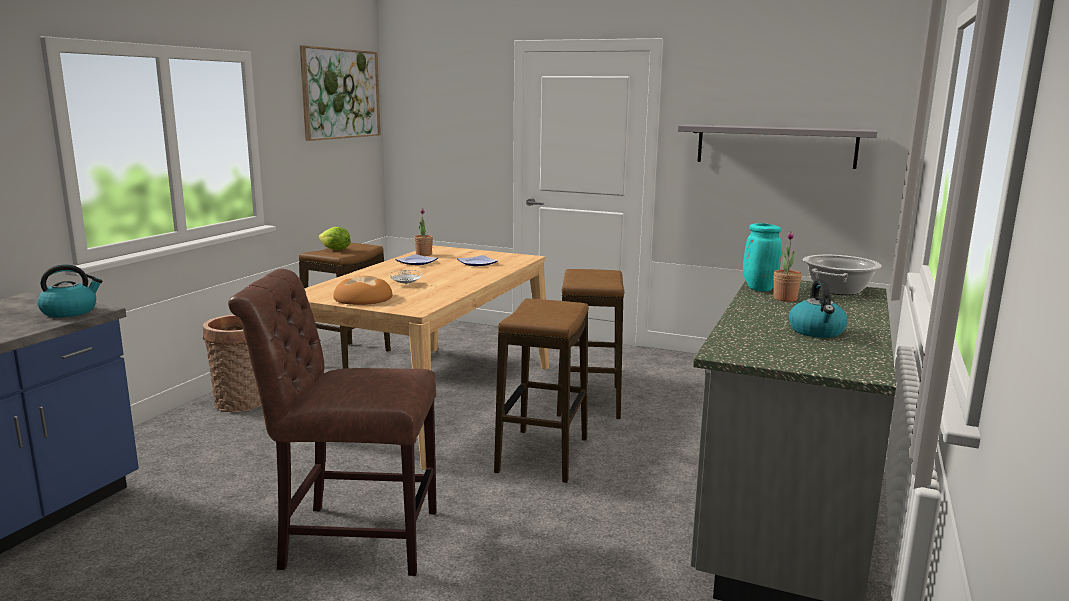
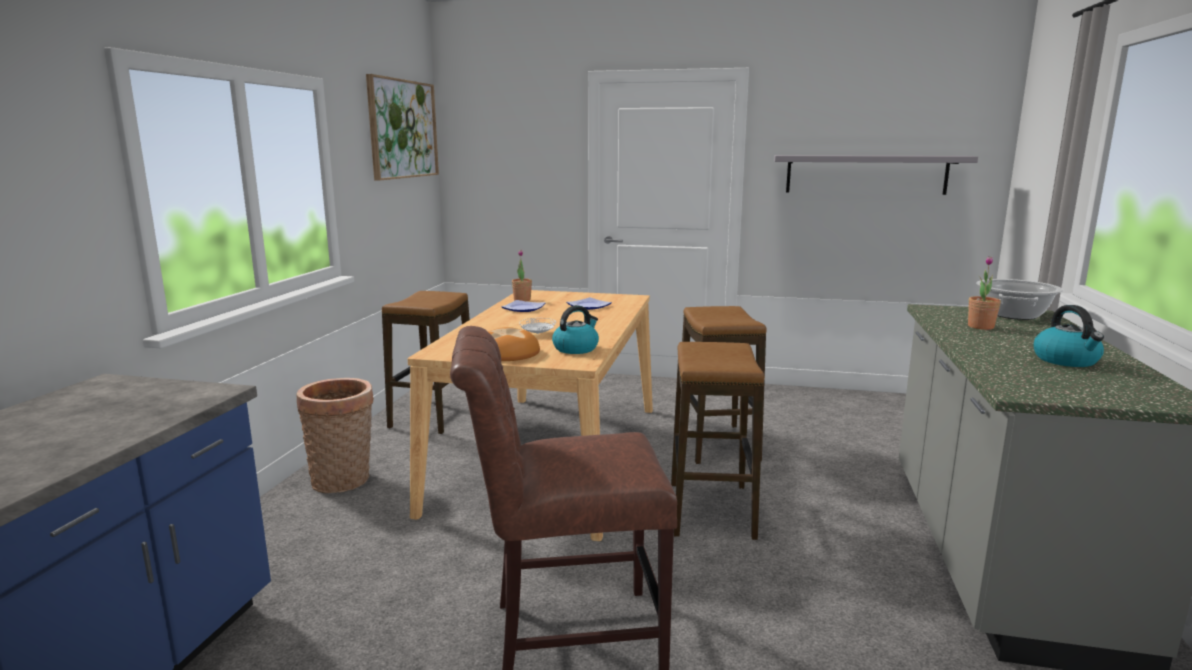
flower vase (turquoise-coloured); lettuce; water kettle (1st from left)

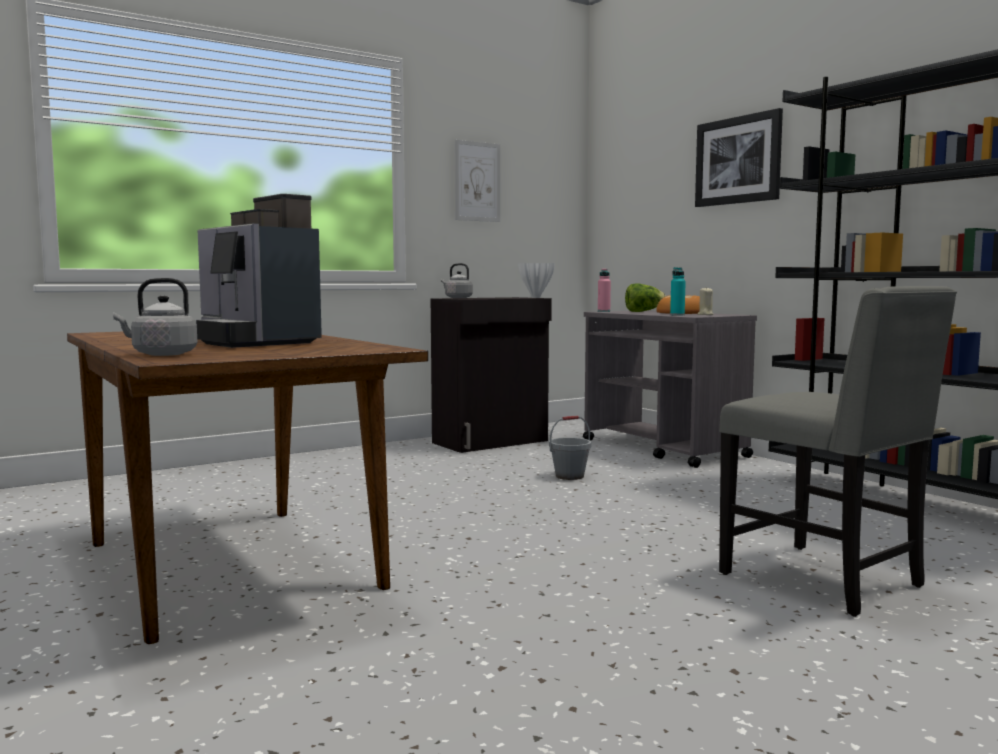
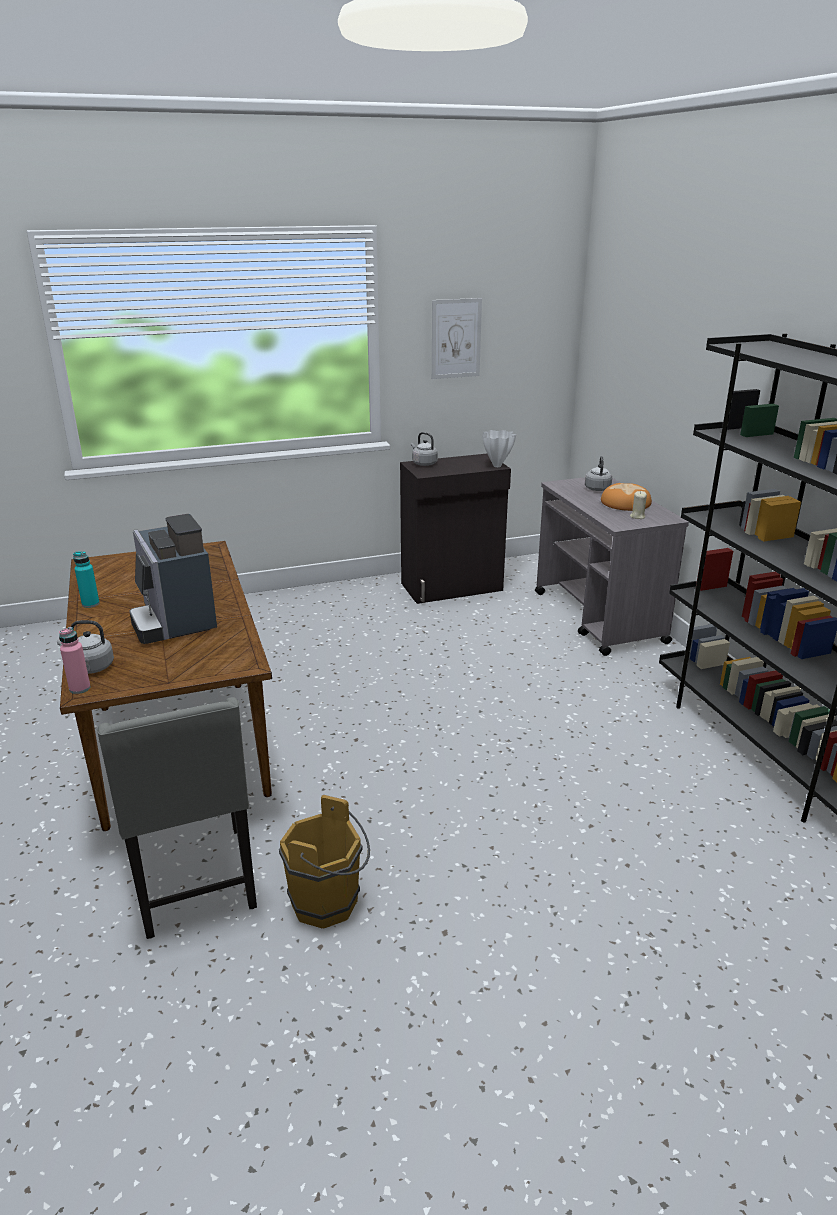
wall picture (2nd from left in the first image); beverage bottle (turquoise-coloured); beverage bottle (pinkish); water kettle (greyish) (3rd from left); chair (greyish); water bucket (greyish); water bucket (brown-coloured)

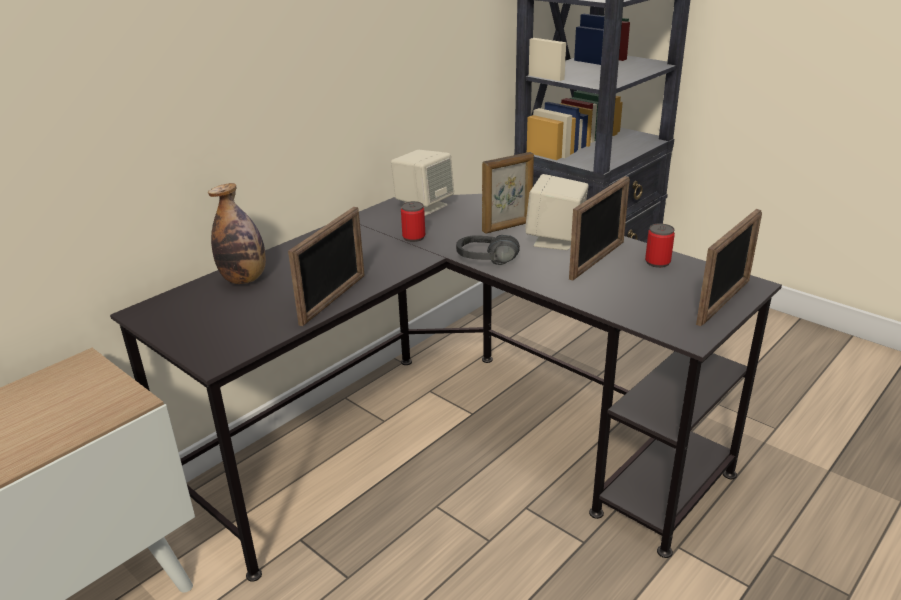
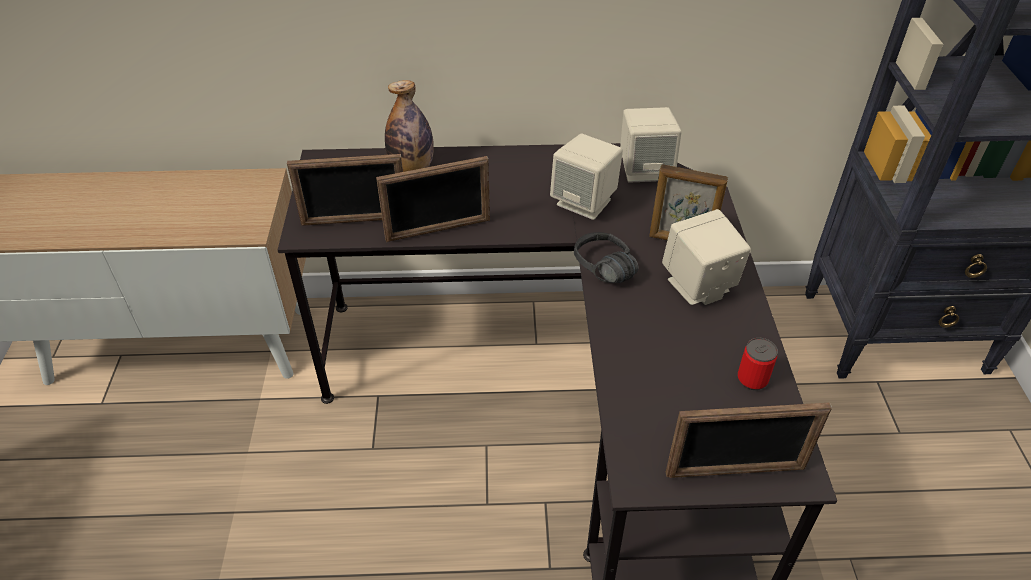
photo frame (1st from left); audio speaker (beige-coloured) (1st from left)

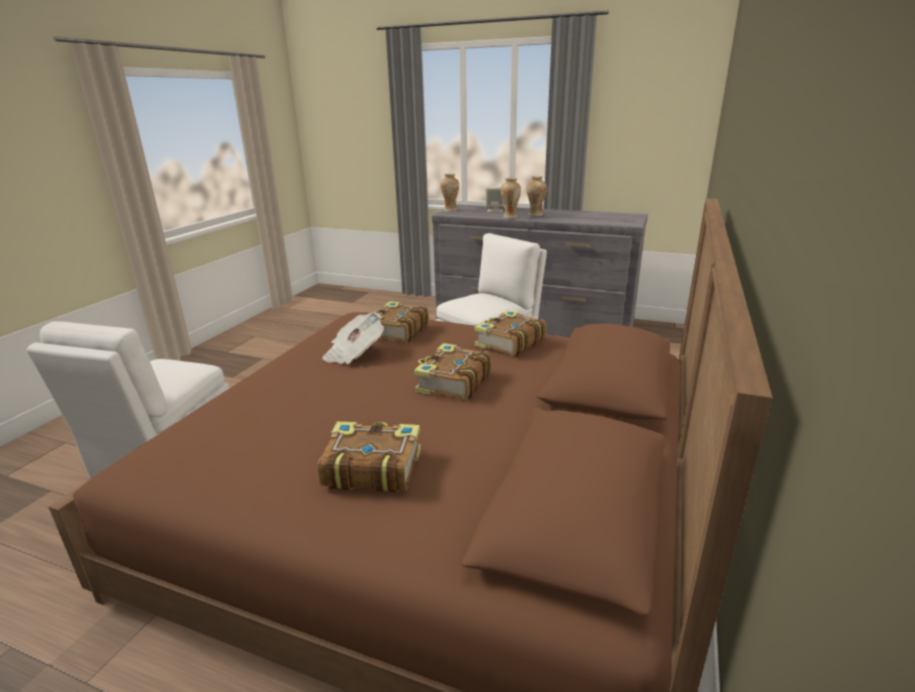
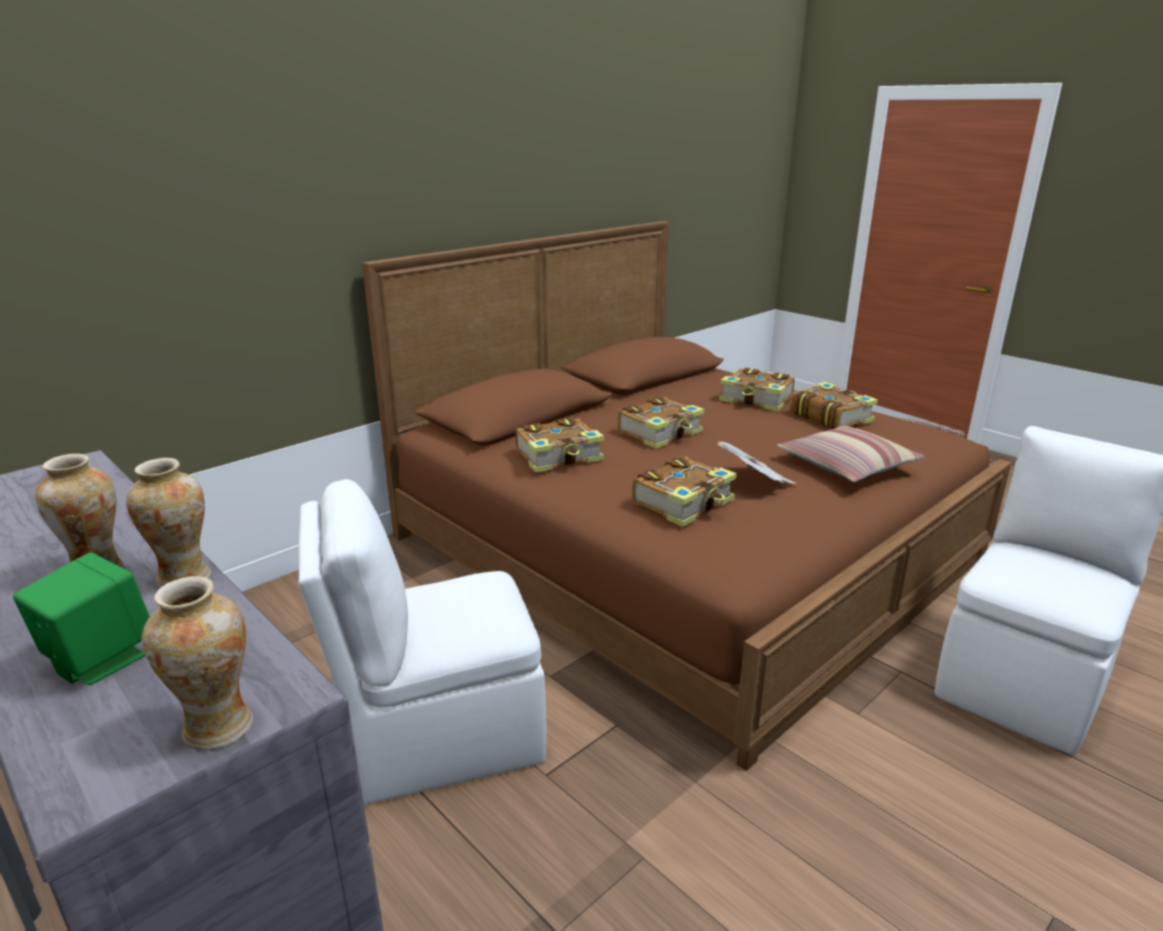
audio speaker (green); book (5th from left); pillow

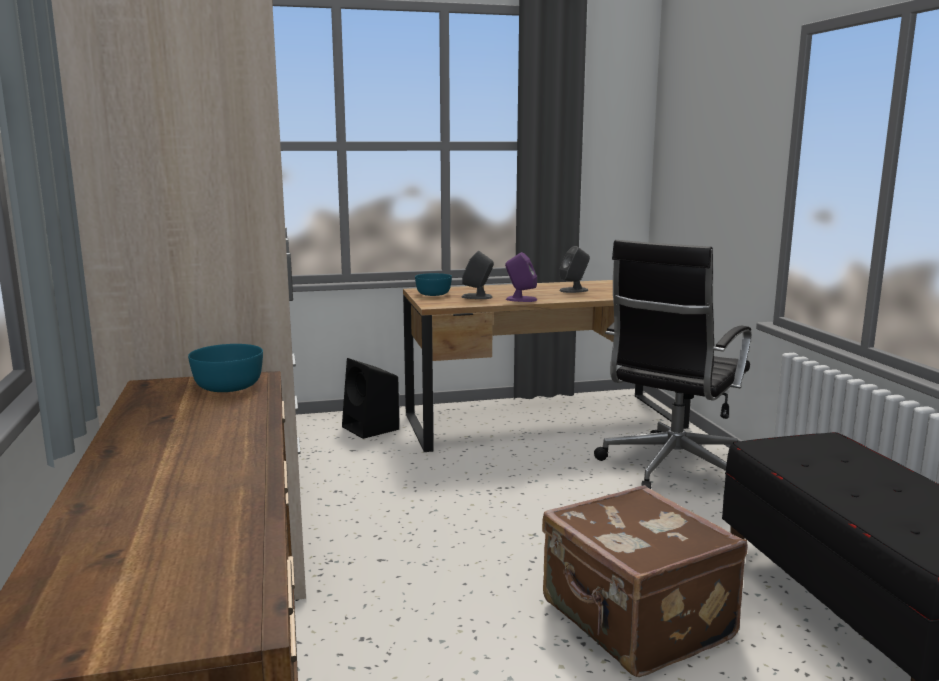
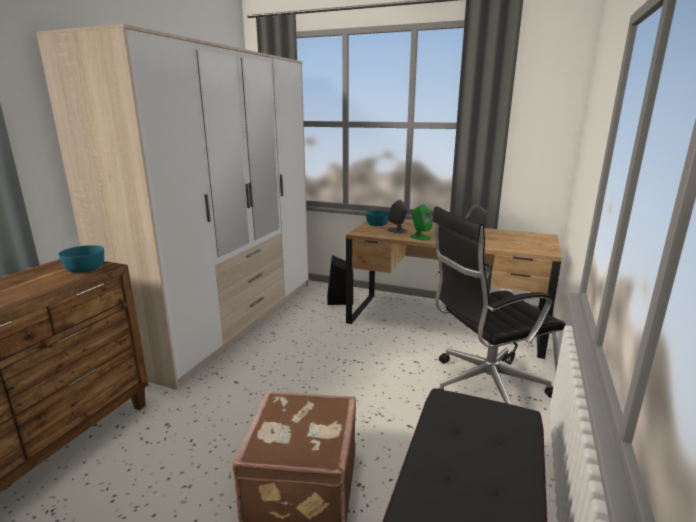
audio speaker (green)

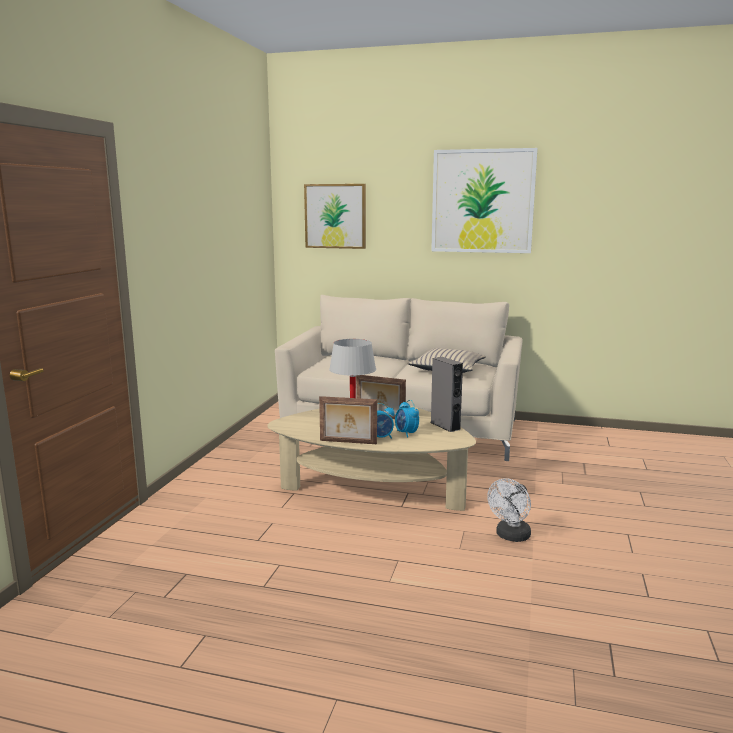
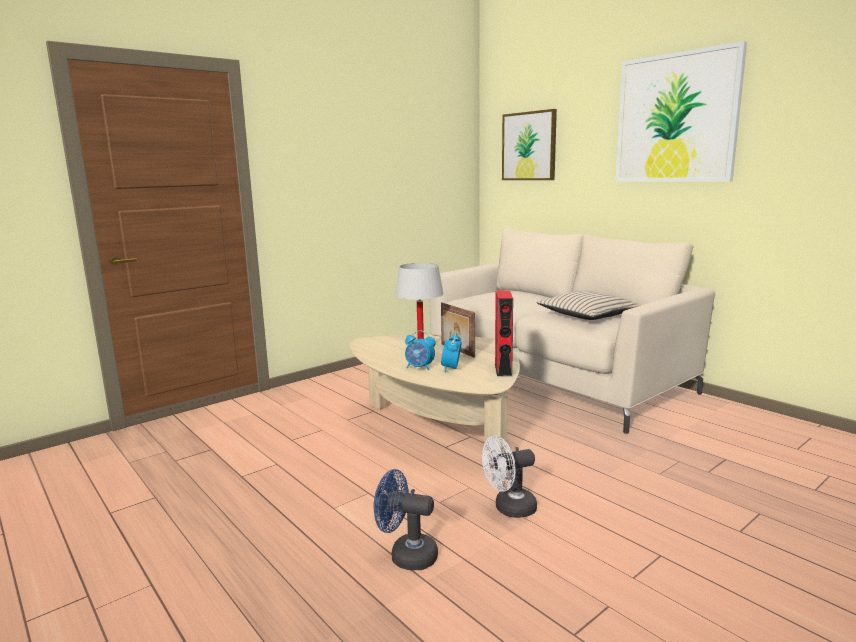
audio speaker (red-coloured); photo frame (1st from left in the first image); fan (blue-coloured)

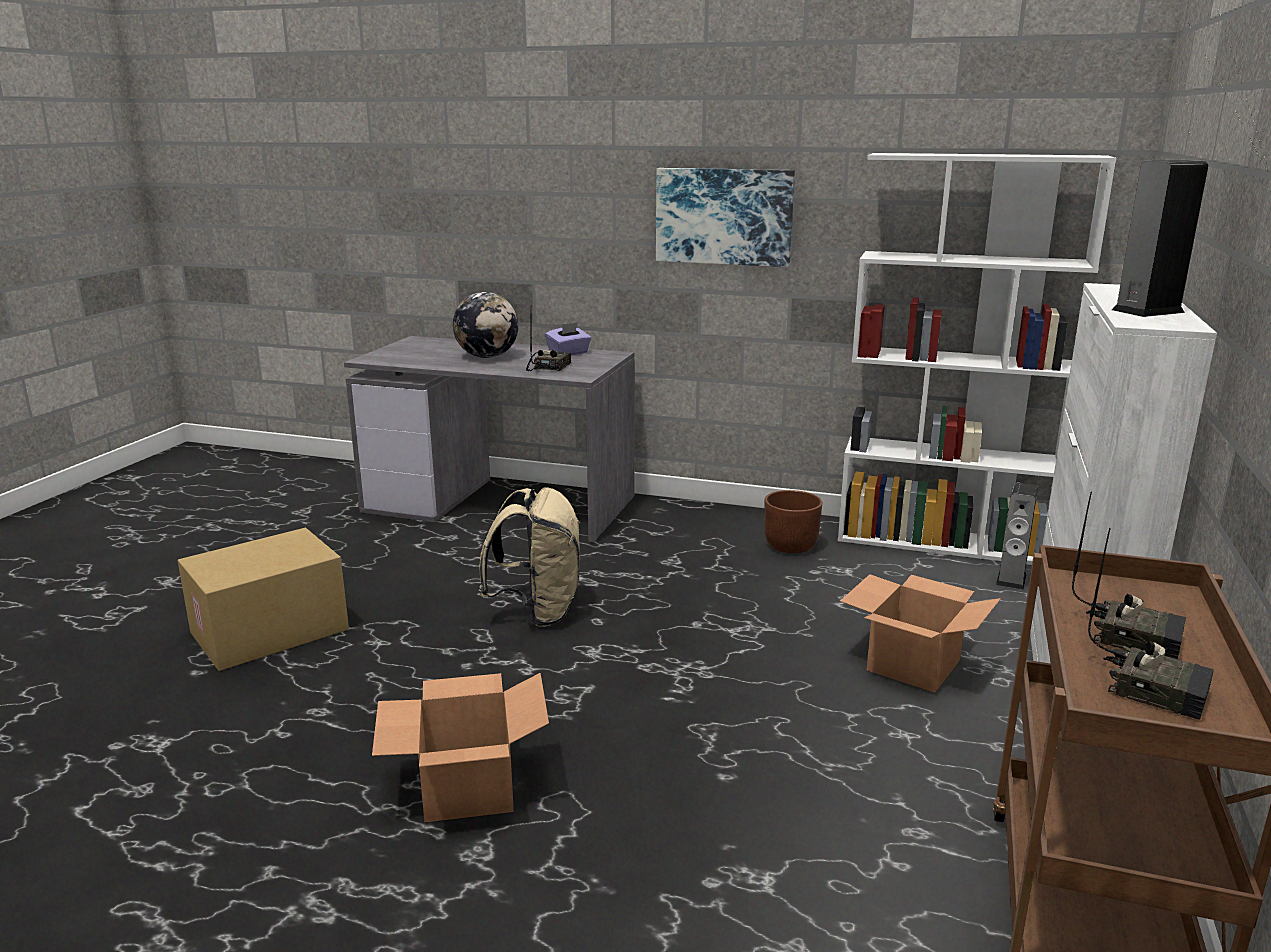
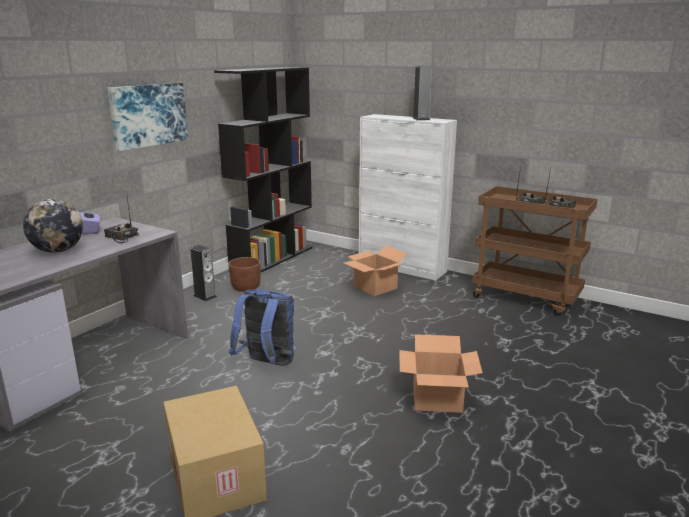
bookshelf (black); audio speaker (1st from left); backpack (blue-coloured)

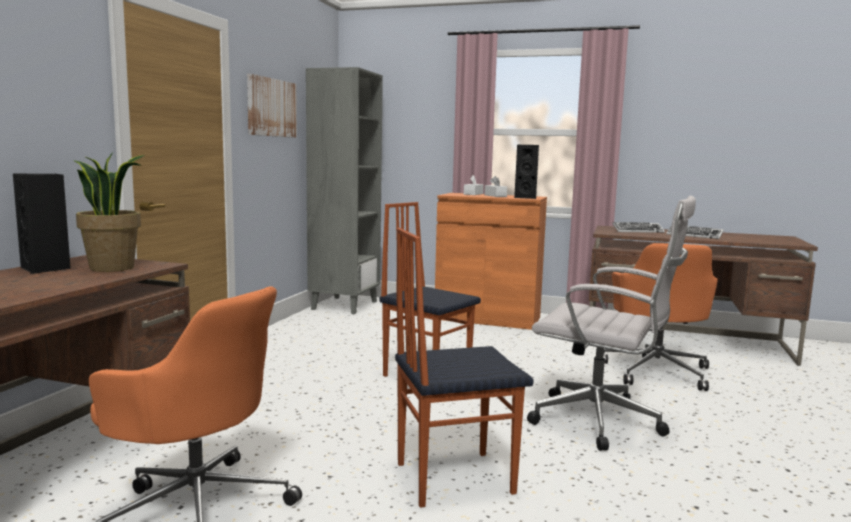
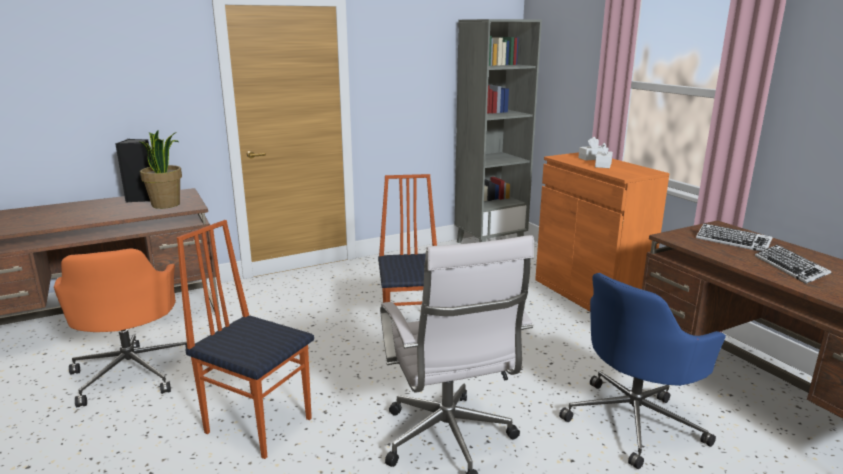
wall picture; audio speaker (black) (2nd from left in the first image); office chair (blue-coloured)

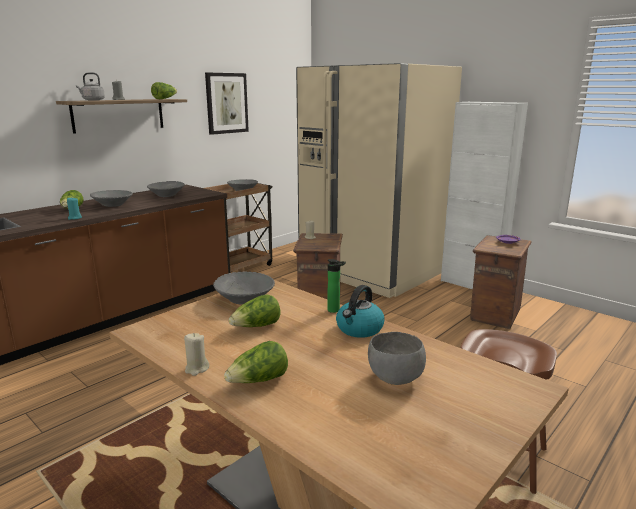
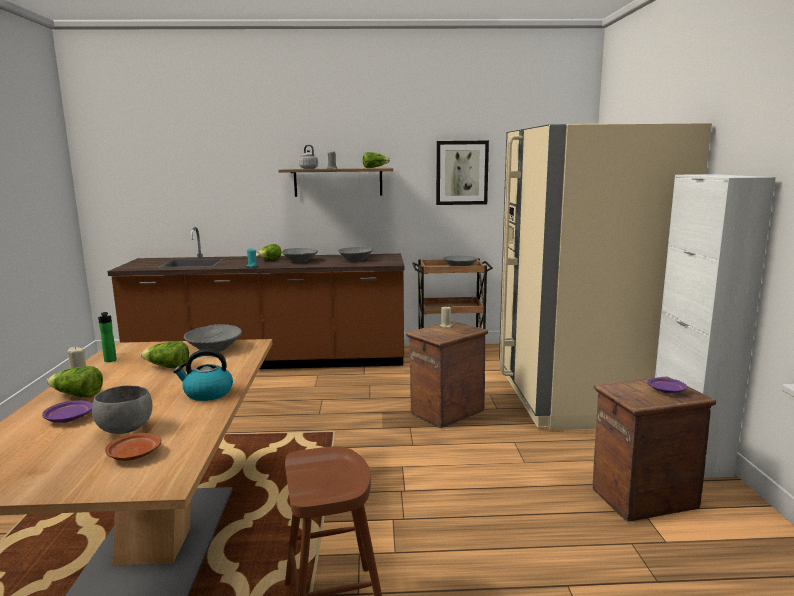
beverage bottle; dinner plate (purple) (1st from left); dinner plate (brown-coloured)

